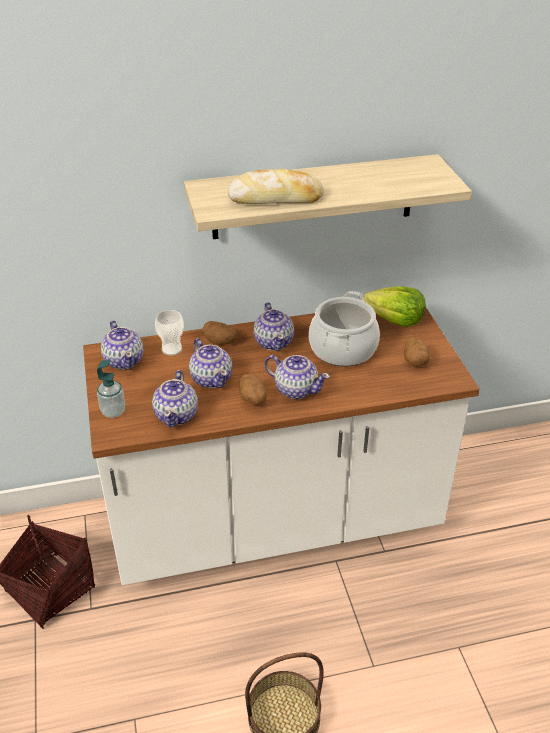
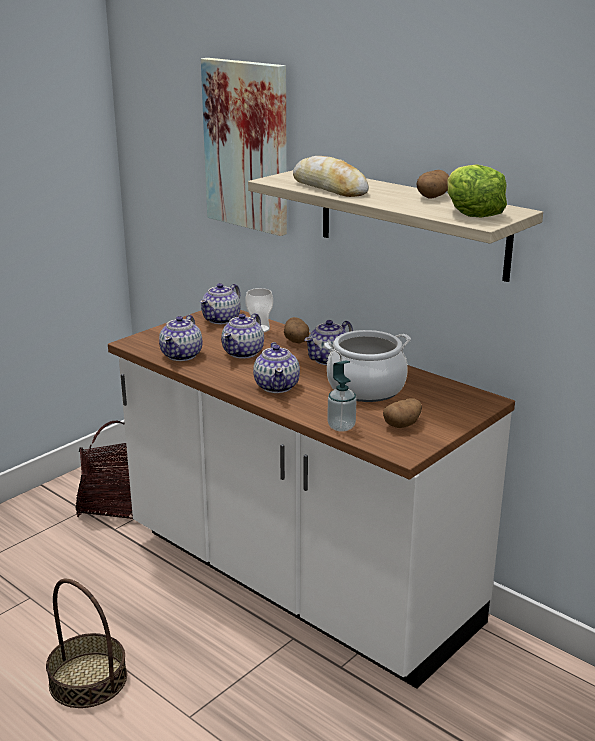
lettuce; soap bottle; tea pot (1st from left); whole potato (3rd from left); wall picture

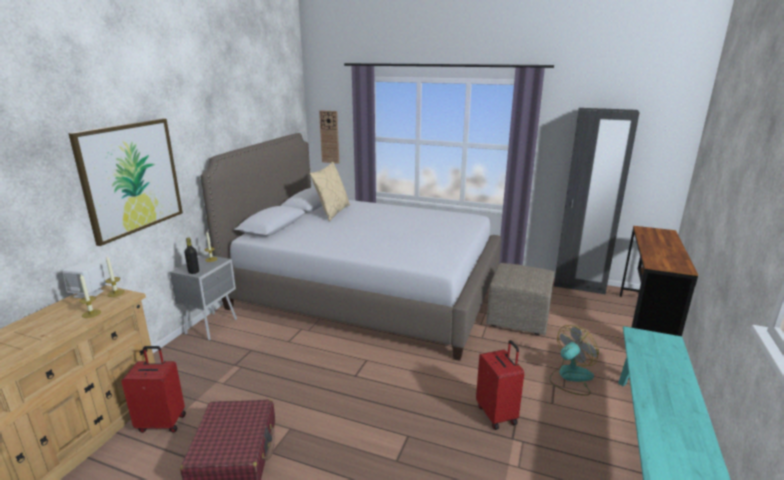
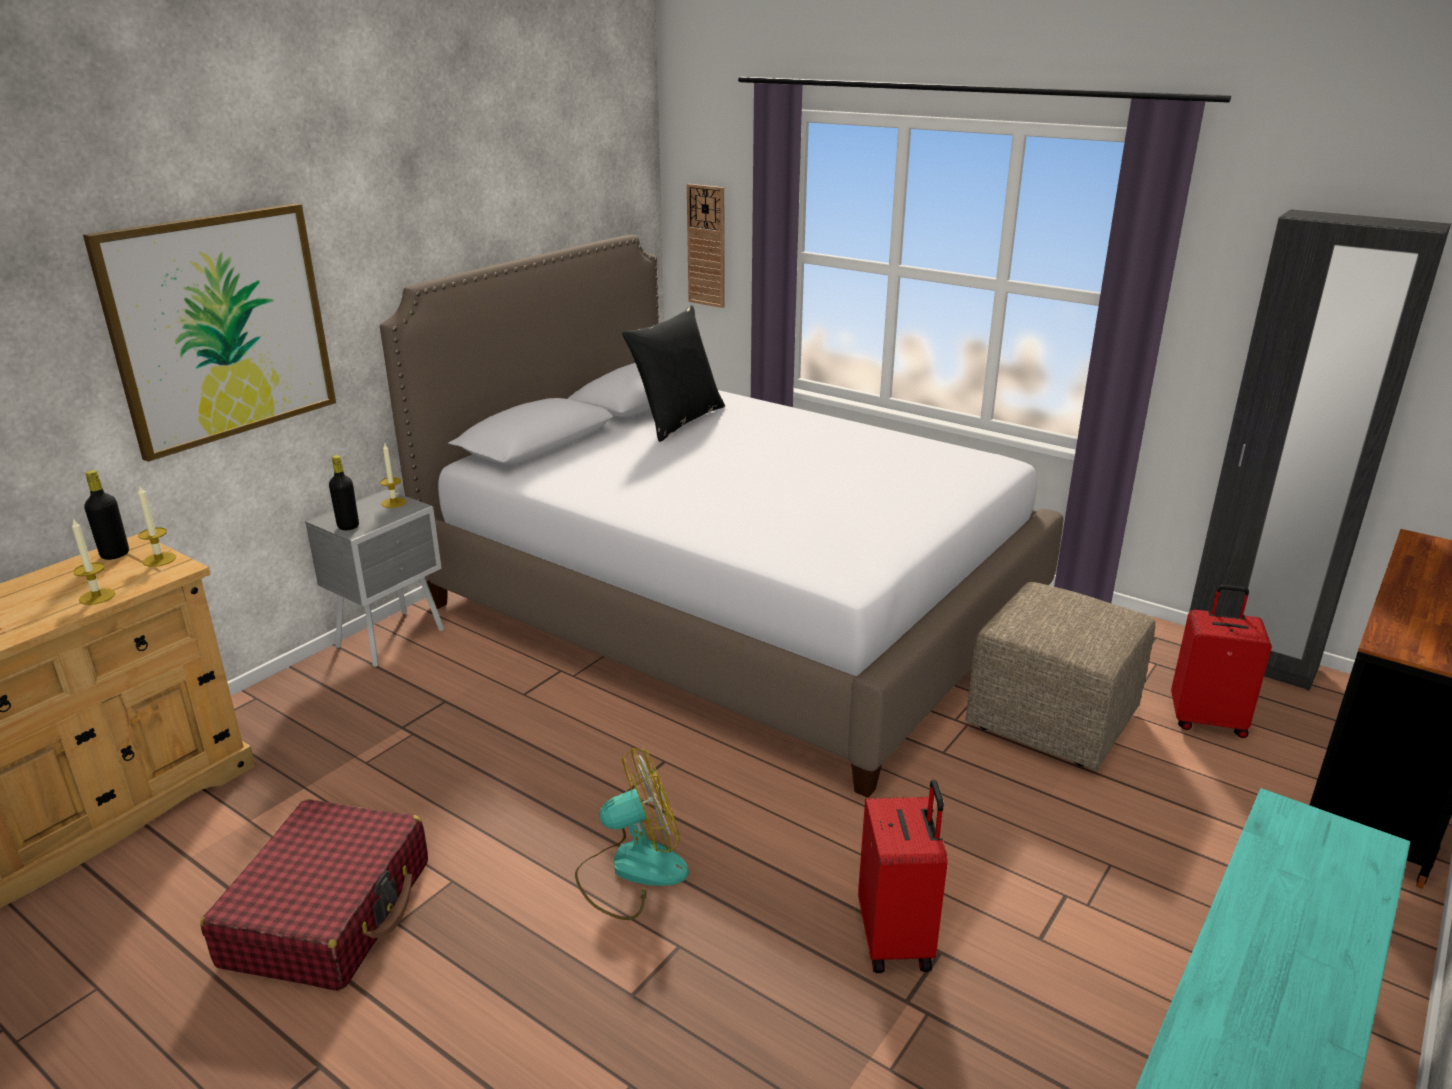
pillow (black); beverage bottle (black) (1st from left); fan; travel case (red-coloured) (3rd from left)

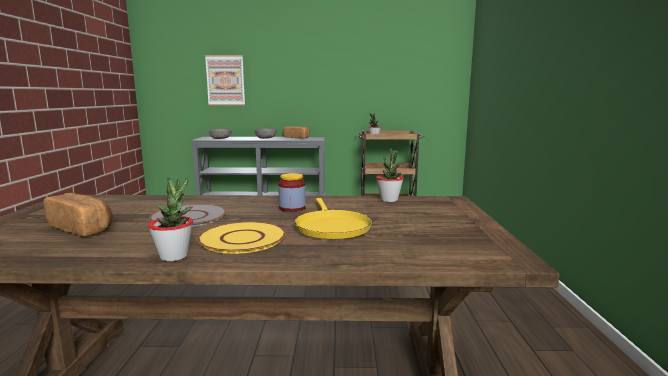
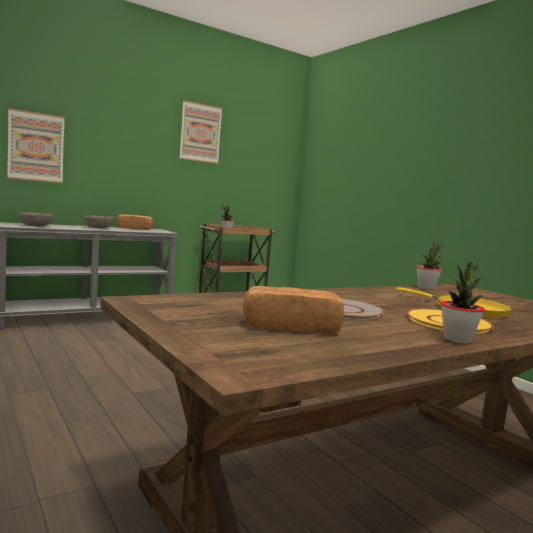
preserve jar; wall picture (2nd from left)

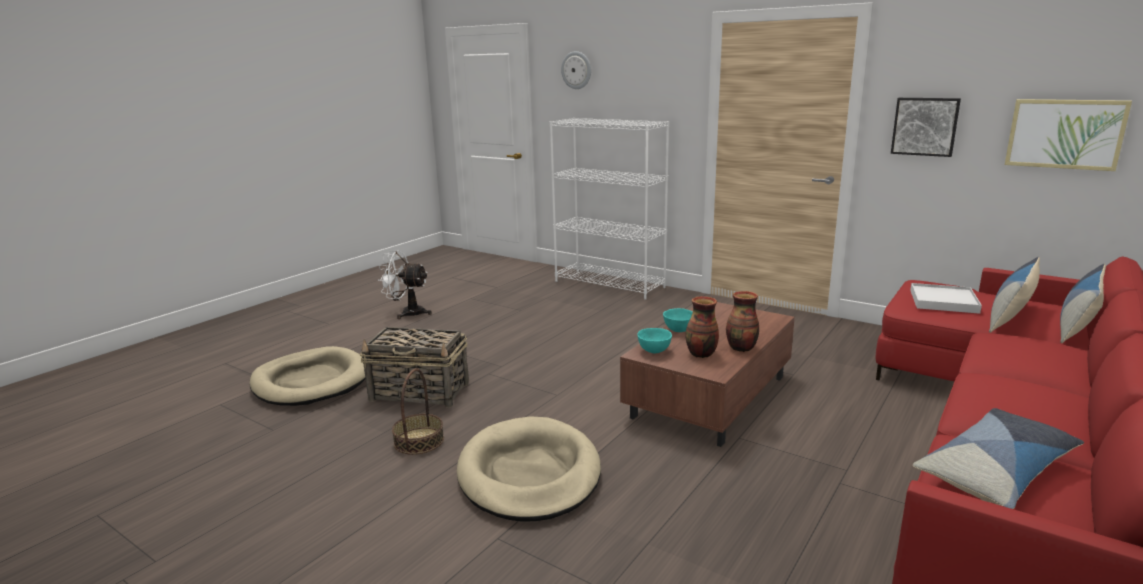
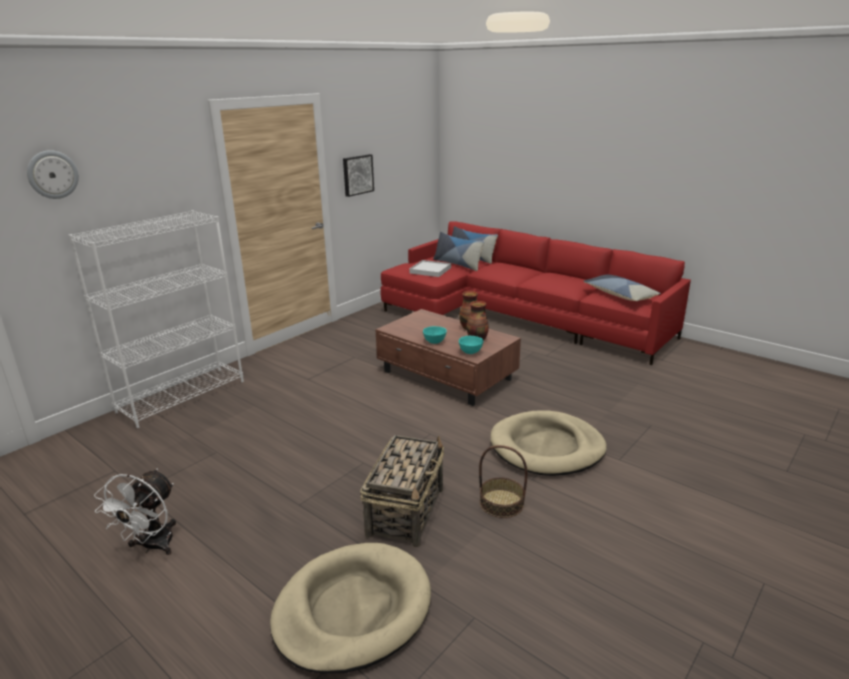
wall picture (2nd from left in the first image)

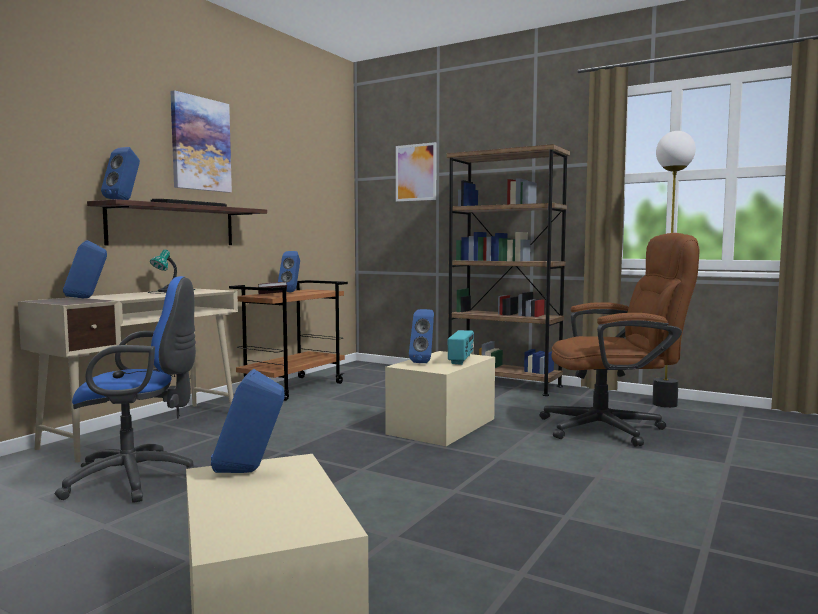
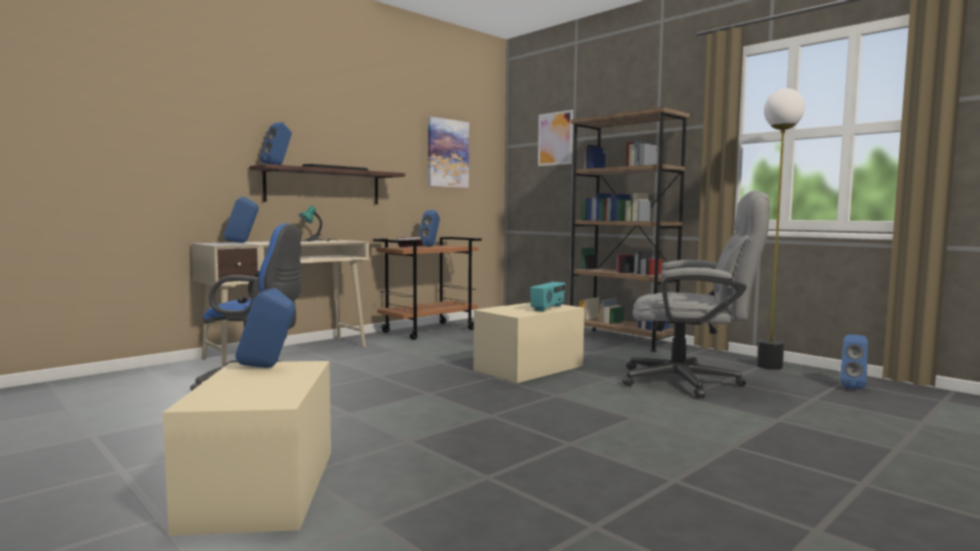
wall picture (1st from left); office chair (greyish); audio speaker (blue-coloured) (5th from left)

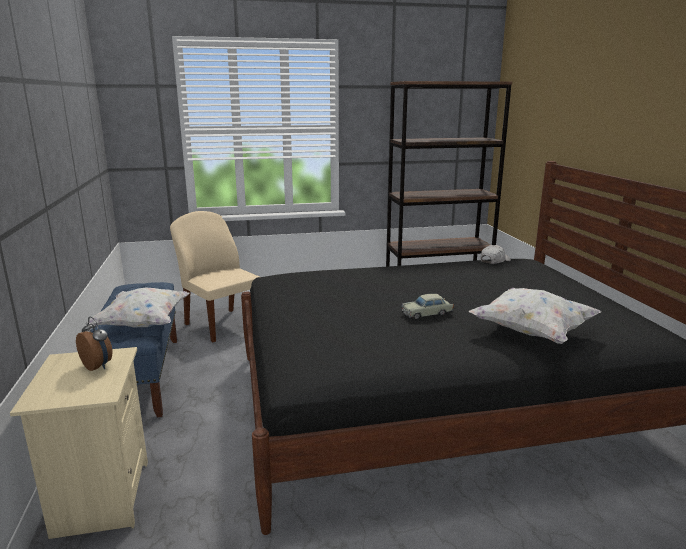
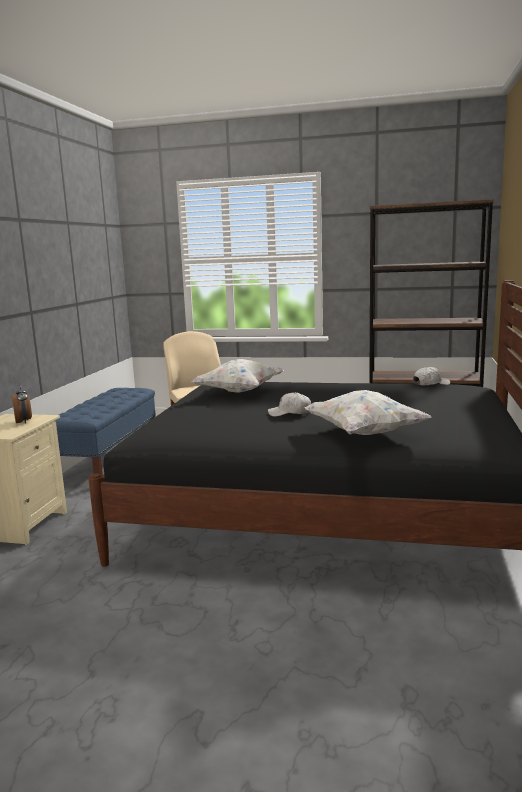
pillow (whitish) (1st from left); cap (whitish) (1st from left)

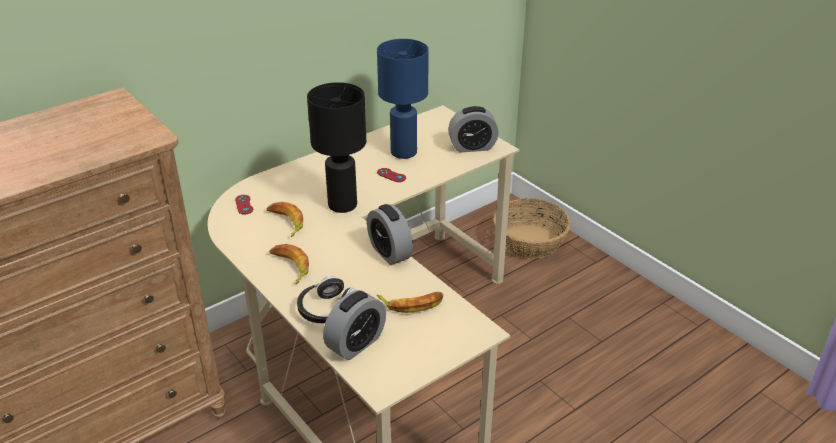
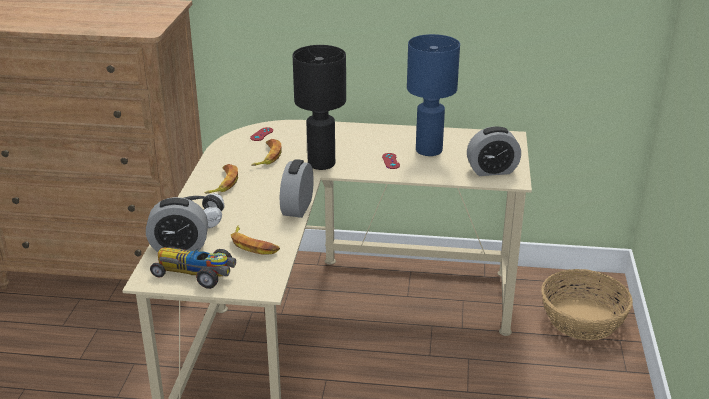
table clock (3rd from left); model car

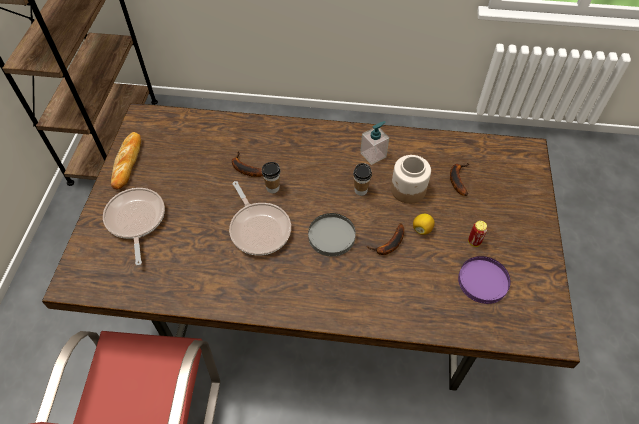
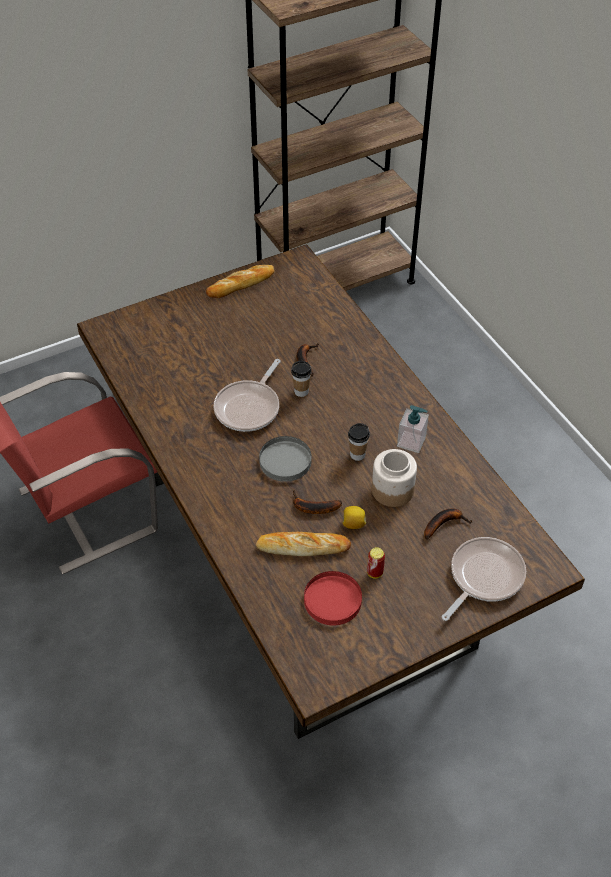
pan (2nd from left); dinner plate (red-coloured); bakery bread (2nd from left)

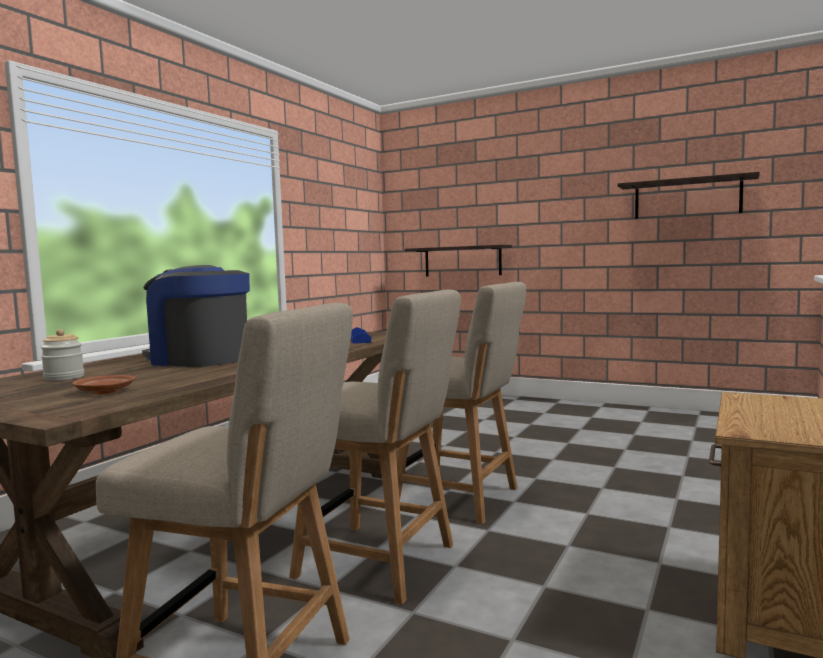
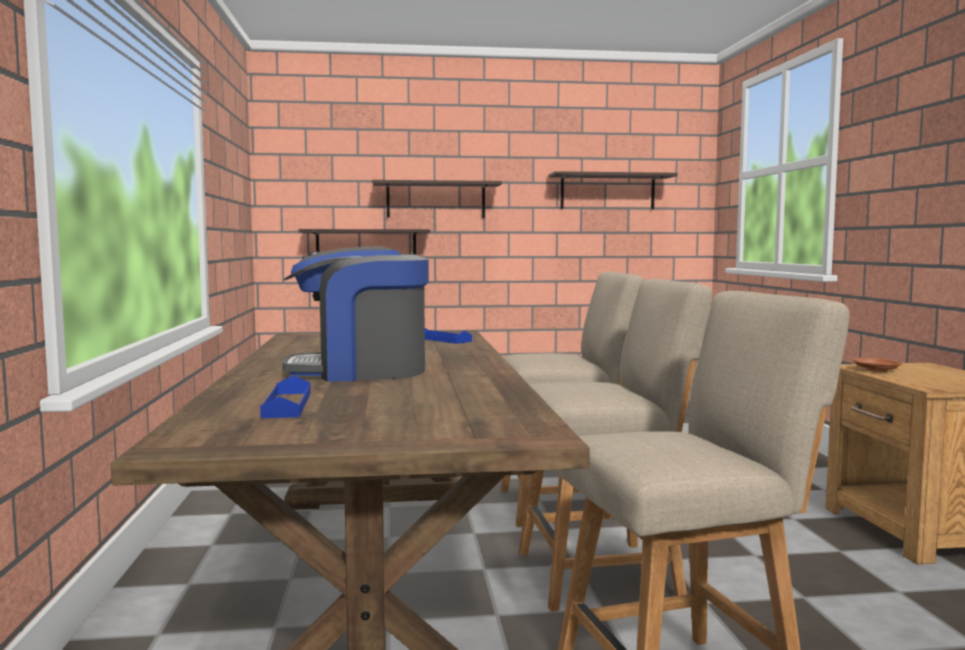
serving tray (blue-coloured) (1st from left); dinner plate (brown-coloured); wall shelf (2nd from left)

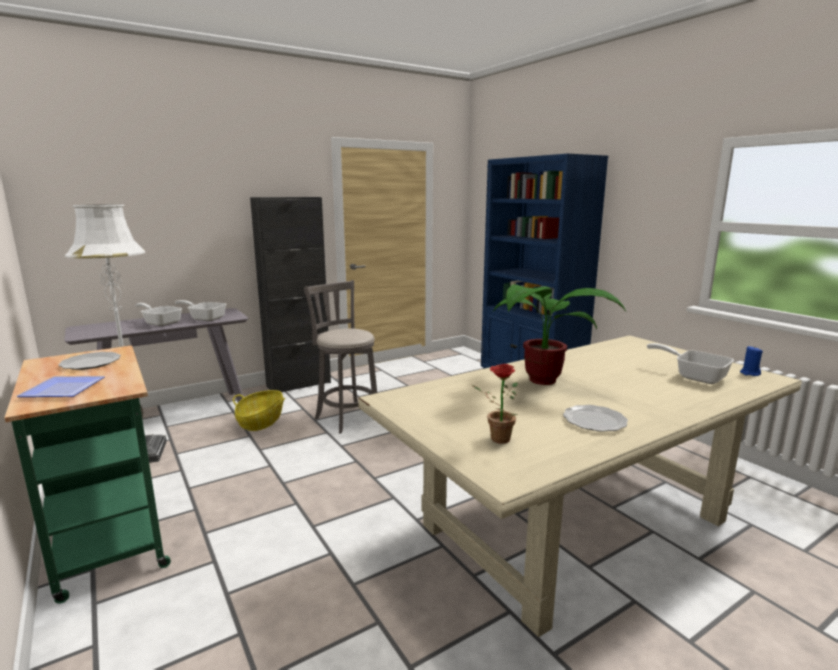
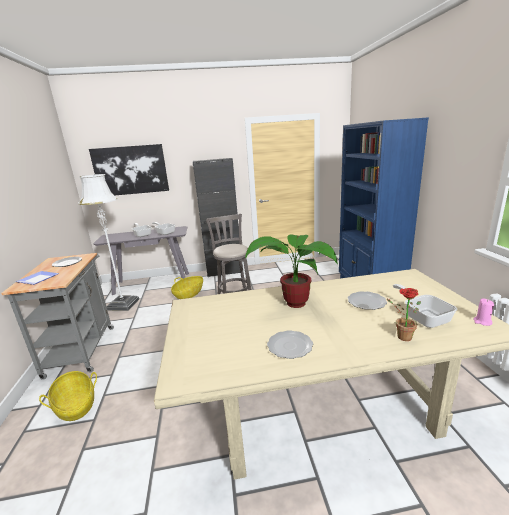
cart (greyish); wax light (pinkish); houseplant (2nd from left); wall picture; dinner plate (4th from left); storage basket (1st from left)

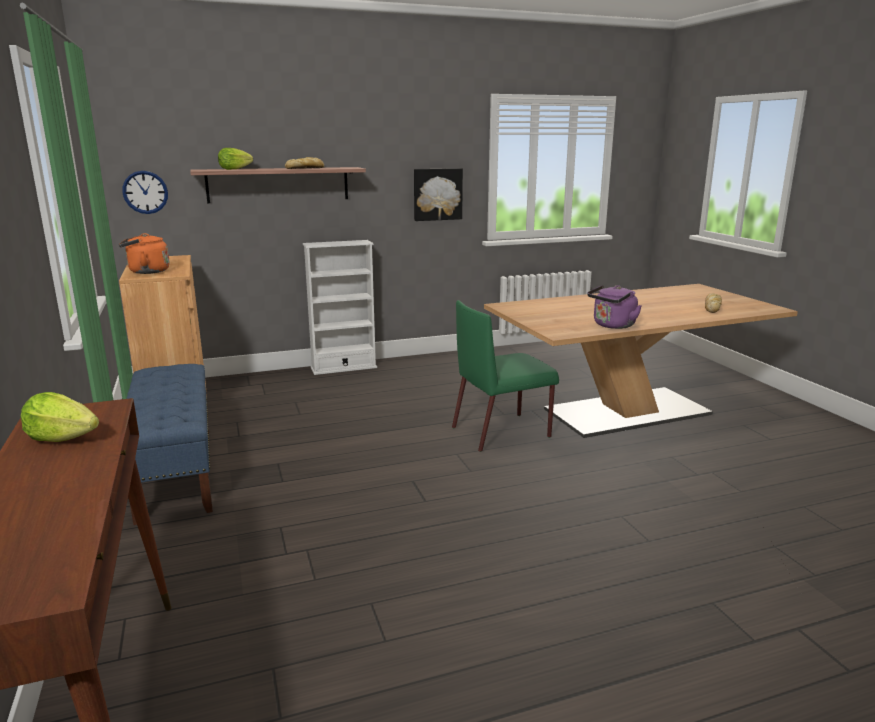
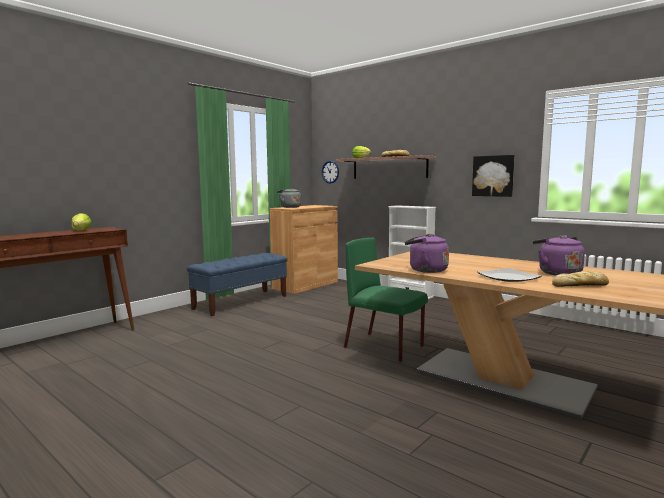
water kettle (greyish); water kettle (purple) (2nd from left); dinner plate

